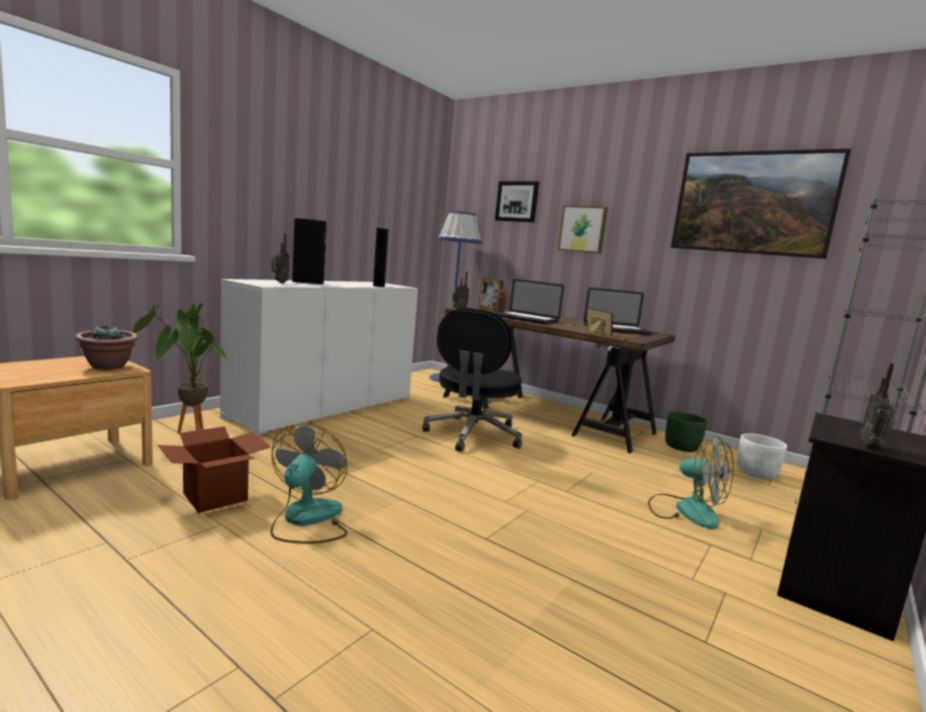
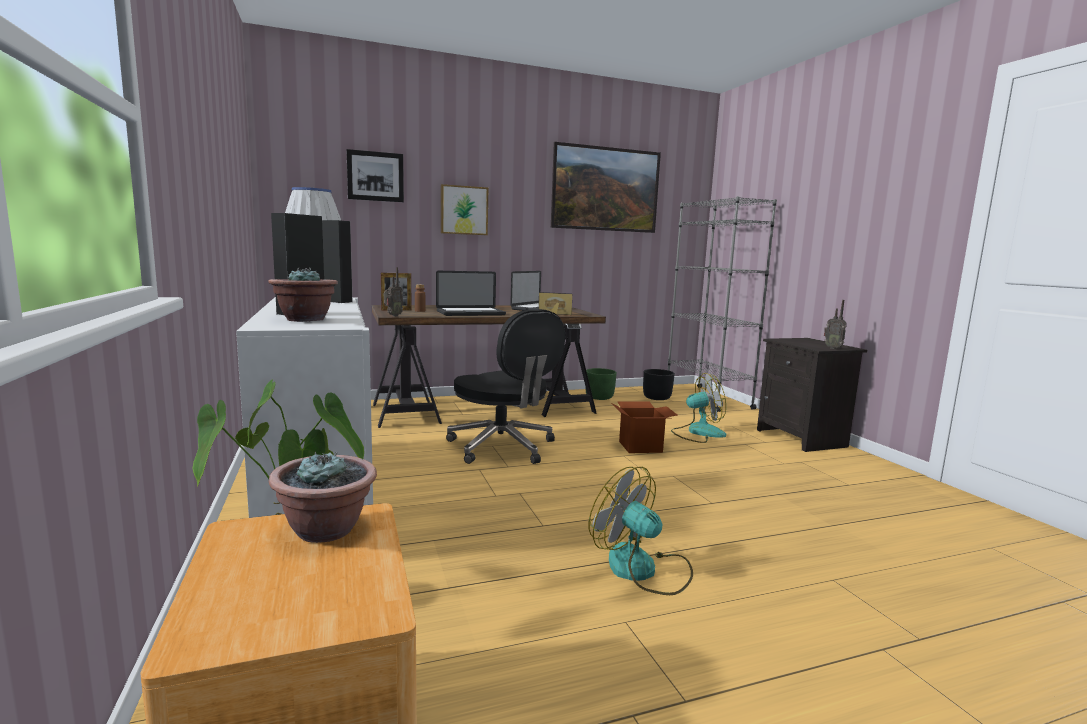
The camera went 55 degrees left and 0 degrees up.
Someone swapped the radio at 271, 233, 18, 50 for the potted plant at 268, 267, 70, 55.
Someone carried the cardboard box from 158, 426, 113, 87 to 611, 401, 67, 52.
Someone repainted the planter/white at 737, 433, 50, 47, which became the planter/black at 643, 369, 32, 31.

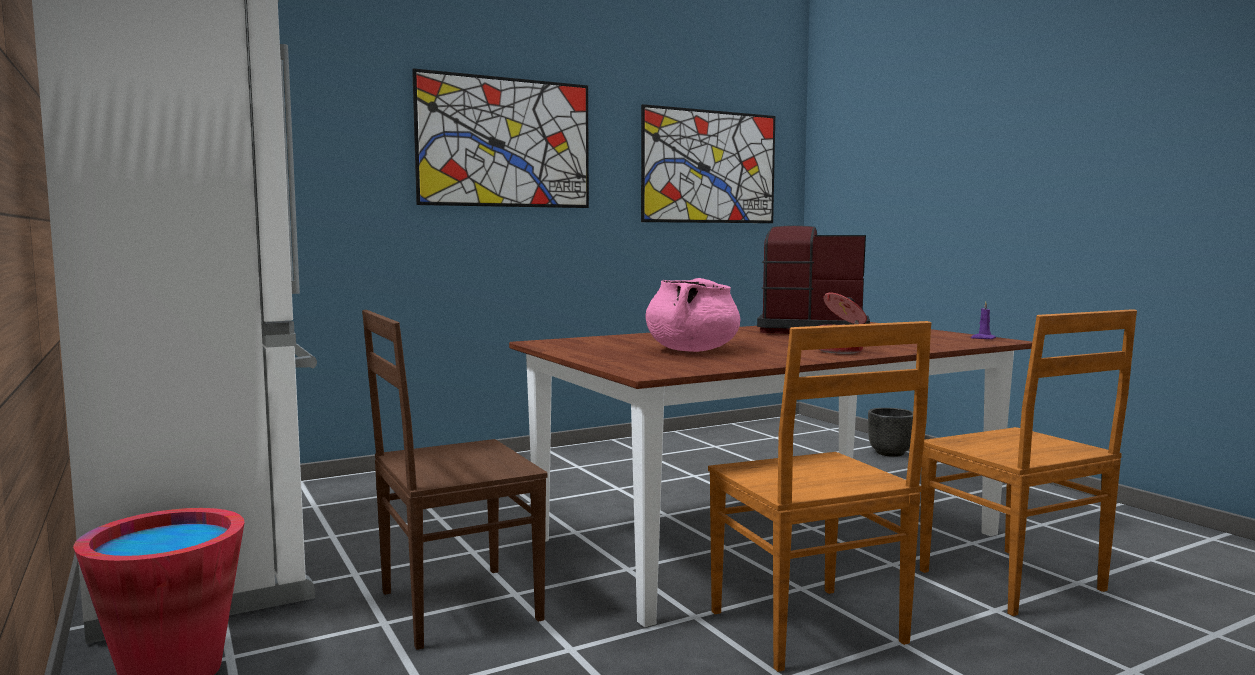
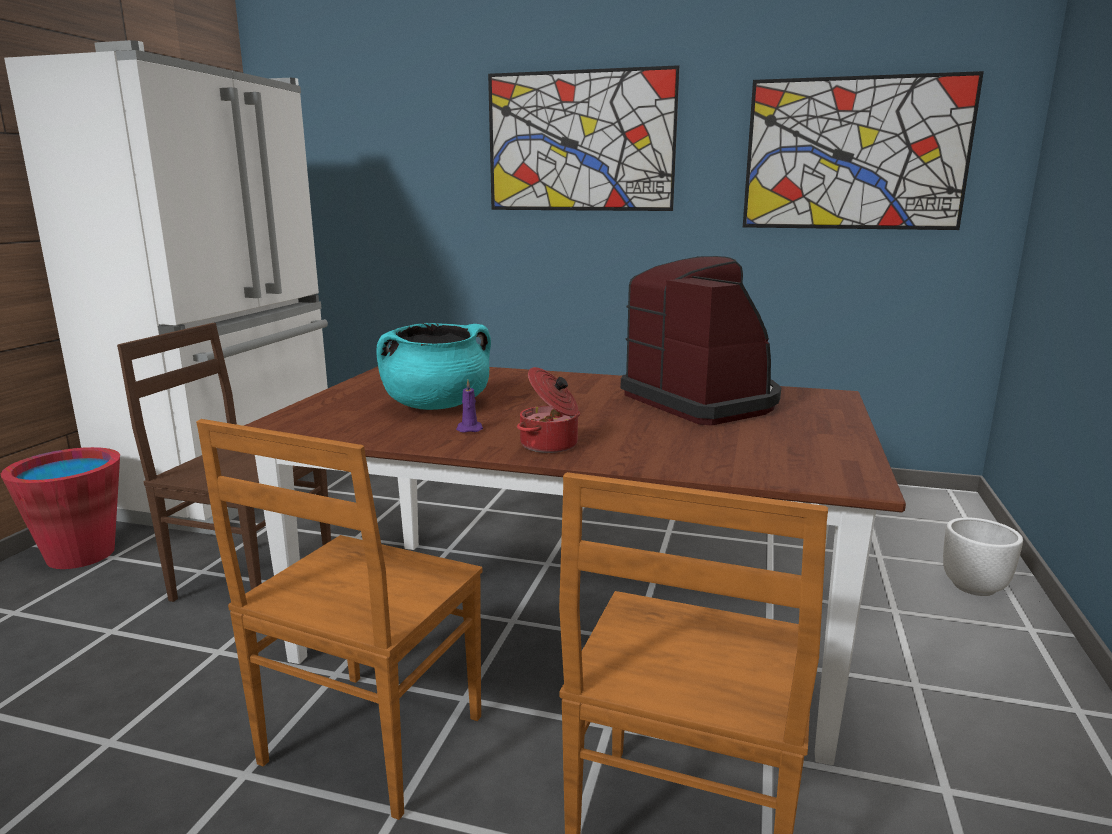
The camera went 45 degrees right and 10 degrees up.
Someone repainted the cooking pot/pink at 646, 278, 94, 74, which became the cooking pot/turquoise at 376, 323, 115, 87.
Someone carried the candle/purple from 971, 302, 25, 37 to 456, 380, 27, 53.
Someone repainted the planter/black at 868, 408, 45, 49, which became the planter/white at 943, 518, 80, 78.

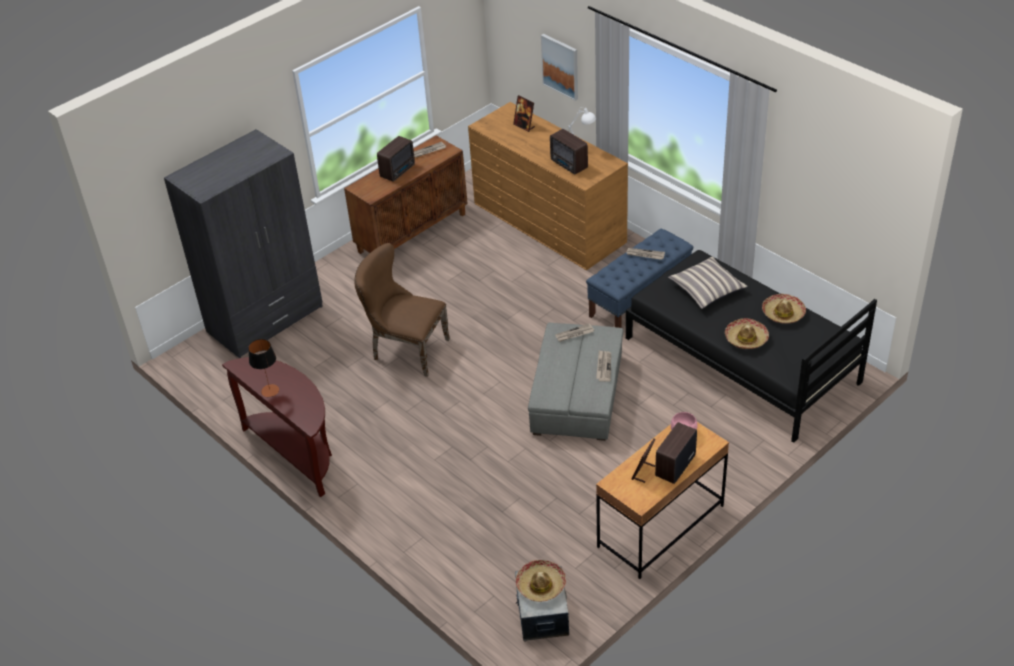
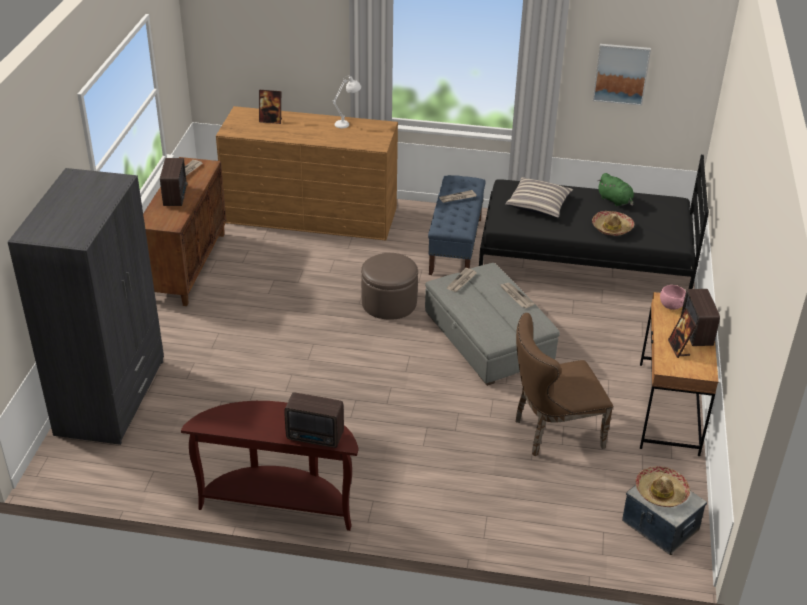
The camera went 40 degrees left and 5 degrees down.
Someone carried the radio from 550, 129, 38, 45 to 284, 393, 60, 55.
Someone put down the ottoman/brown at 361, 253, 57, 67.
Someone carried the chair/brown from 354, 243, 96, 134 to 516, 313, 97, 144.
Someone carried the picture from 541, 34, 37, 67 to 593, 44, 58, 62.
Someone swapped the hat at 762, 294, 44, 30 for the plush toy/green at 597, 173, 37, 33.
Someone took away the table lamp at 248, 339, 31, 58.

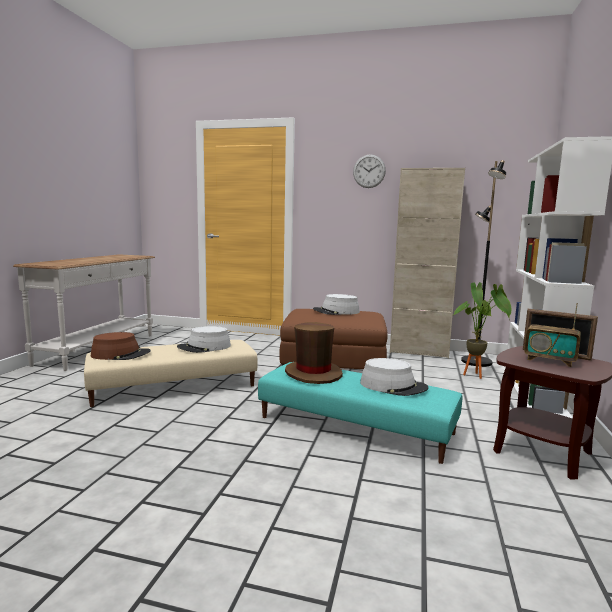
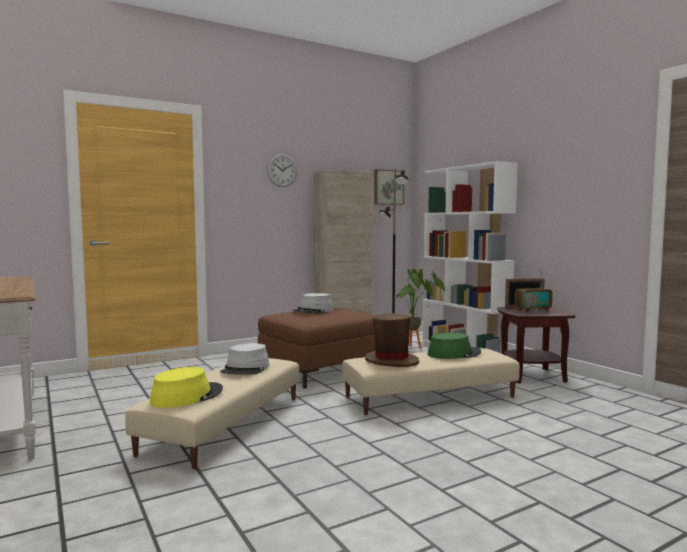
The camera went 45 degrees left and 5 degrees down.
Someone repainted the hat/brown at 91, 332, 60, 28, which became the hat/yellow at 150, 367, 73, 41.
Someone repainted the ottoman/turquoise at 258, 362, 204, 102, which became the ottoman/beige at 342, 348, 178, 67.
Someone put up the picture at 374, 169, 30, 36.
Someone repainted the hat/grey at 360, 358, 69, 38, which became the hat/green at 427, 332, 54, 27.

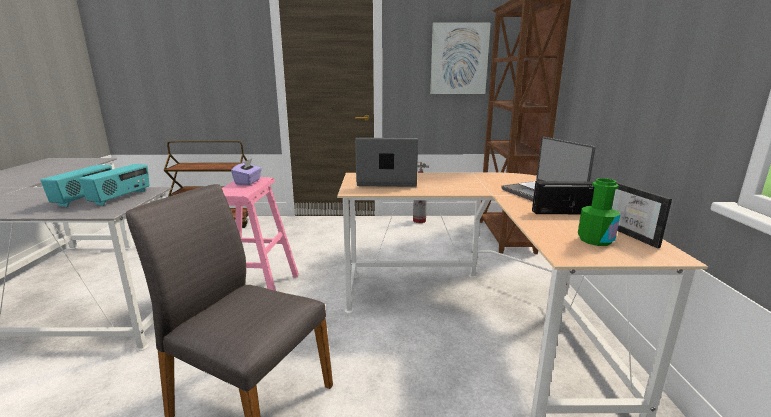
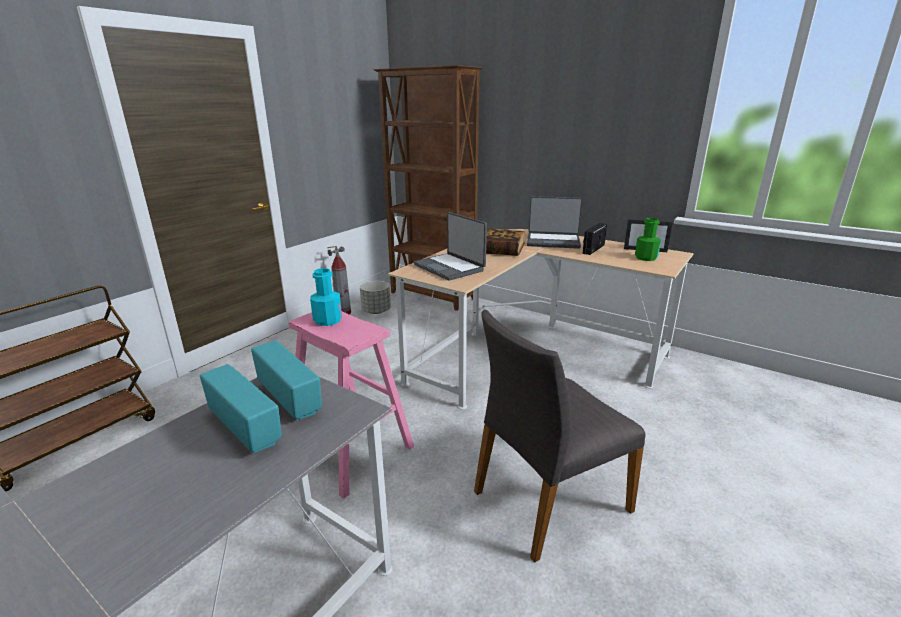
The camera went 55 degrees left and 5 degrees up.
Someone swapped the tissue box/purple at 231, 159, 31, 26 for the bottle/turquoise at 310, 268, 32, 58.
Someone put down the planter/grey at 360, 281, 31, 33.
Someone rotated the laptop at 355, 138, 63, 49 by 75 degrees counterclockwise.
Someone put down the book at 486, 229, 39, 27.
Someone took away the picture at 430, 23, 61, 71.

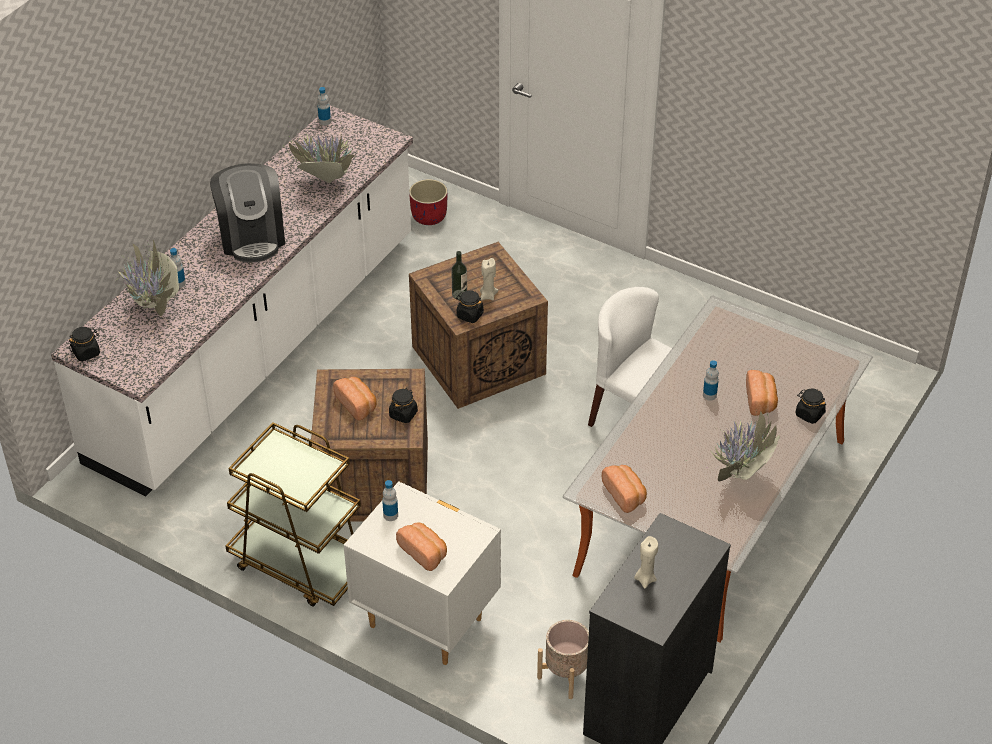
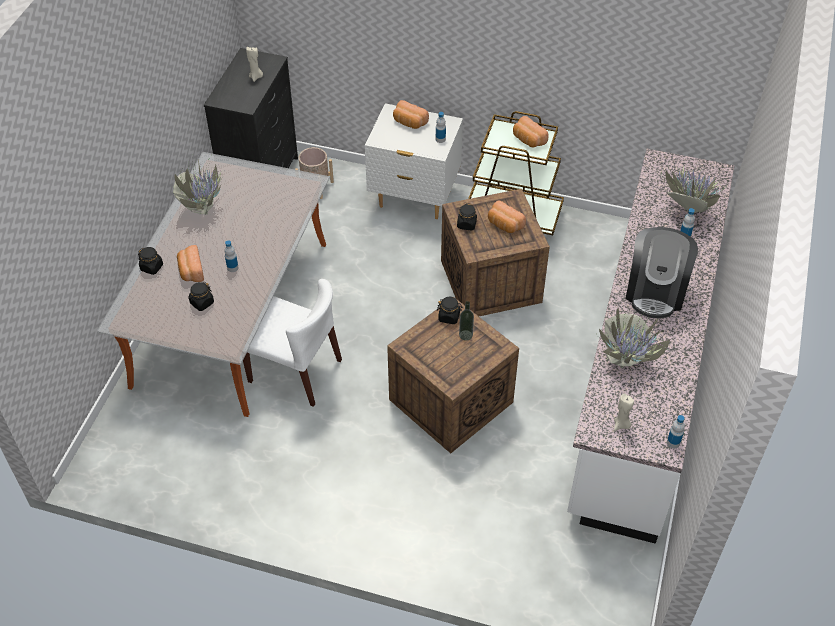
The camera went 165 degrees right and 5 degrees up.
Someone carried the jar/black from 69, 327, 31, 35 to 188, 282, 26, 29.
Someone carried the bread from 602, 465, 45, 48 to 513, 116, 36, 31.
Someone carried the candle/beige from 480, 258, 19, 42 to 614, 393, 20, 38.
Someone rotated the coffee machine at 210, 163, 75, 99 by 135 degrees counterclockwise.
Someone took away the planter/red at 409, 179, 39, 46.

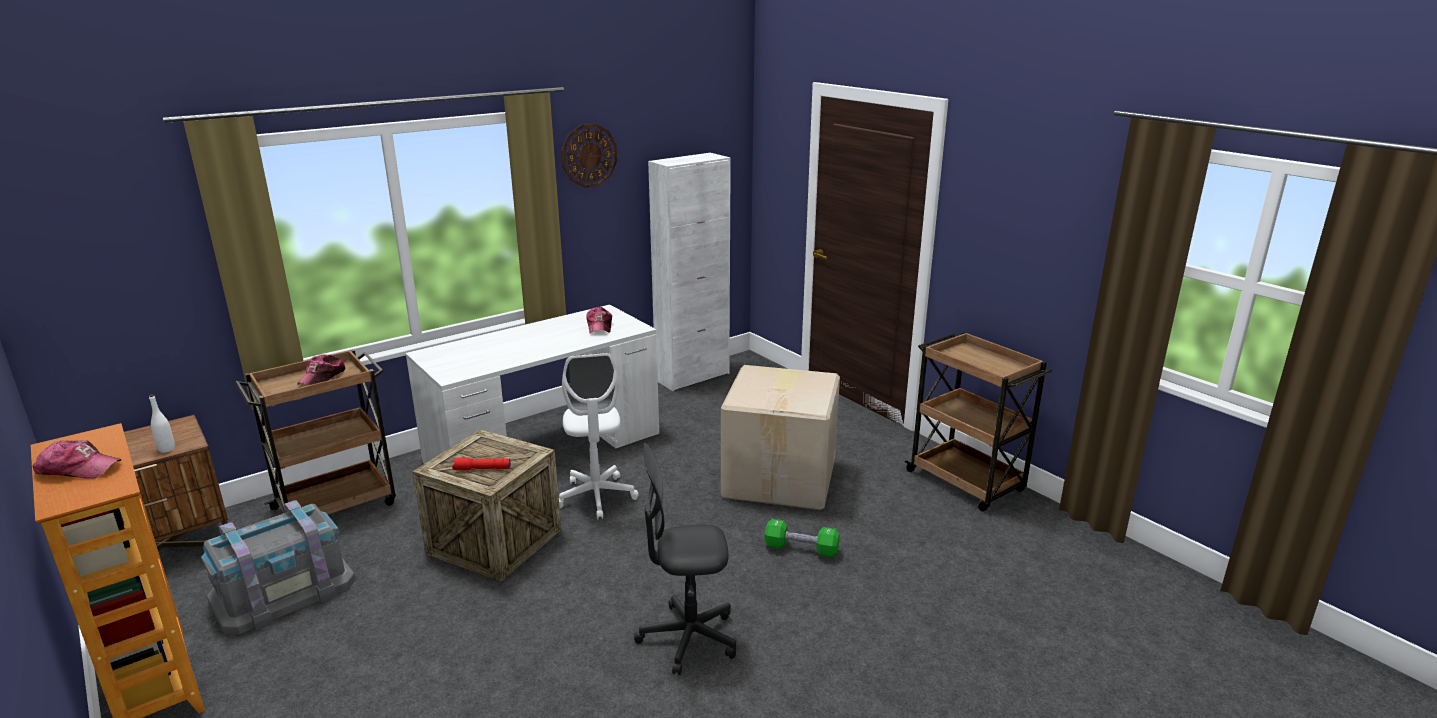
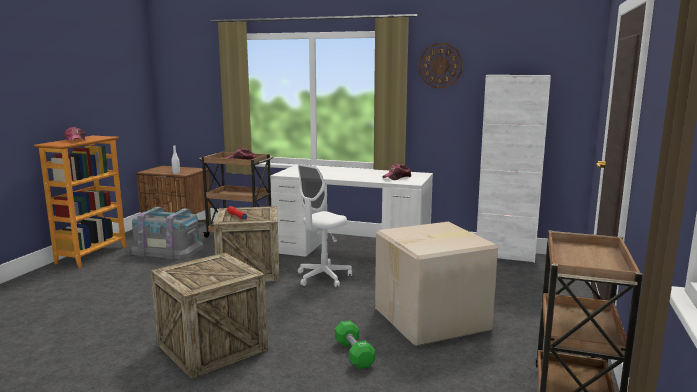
The camera went 55 degrees right and 10 degrees down.
Someone swapped the office chair/grey at 634, 443, 102, 232 for the crate at 151, 253, 117, 126.

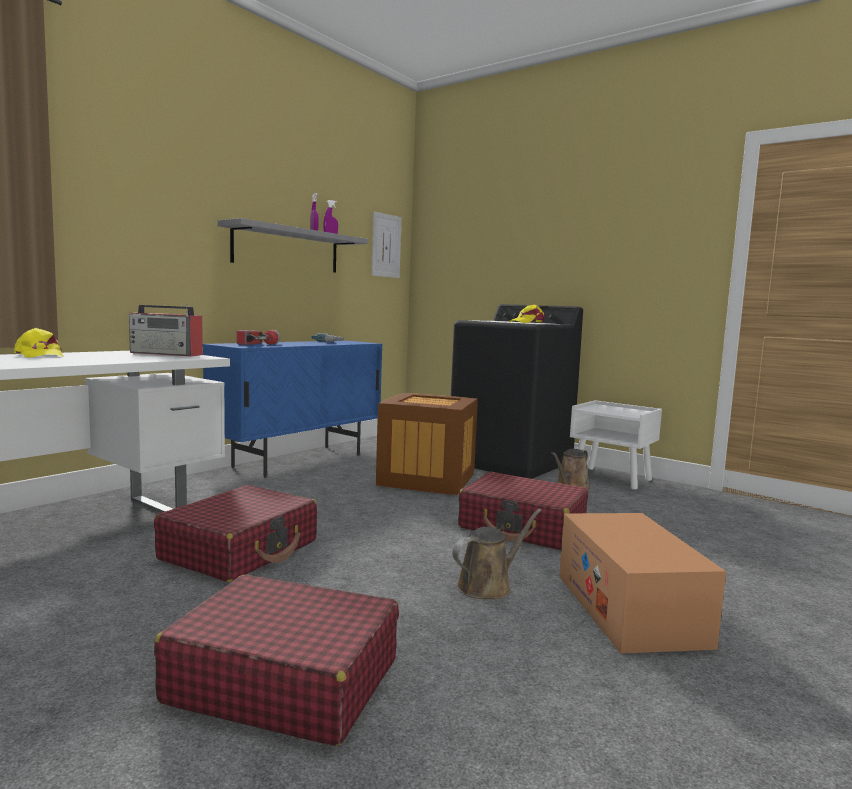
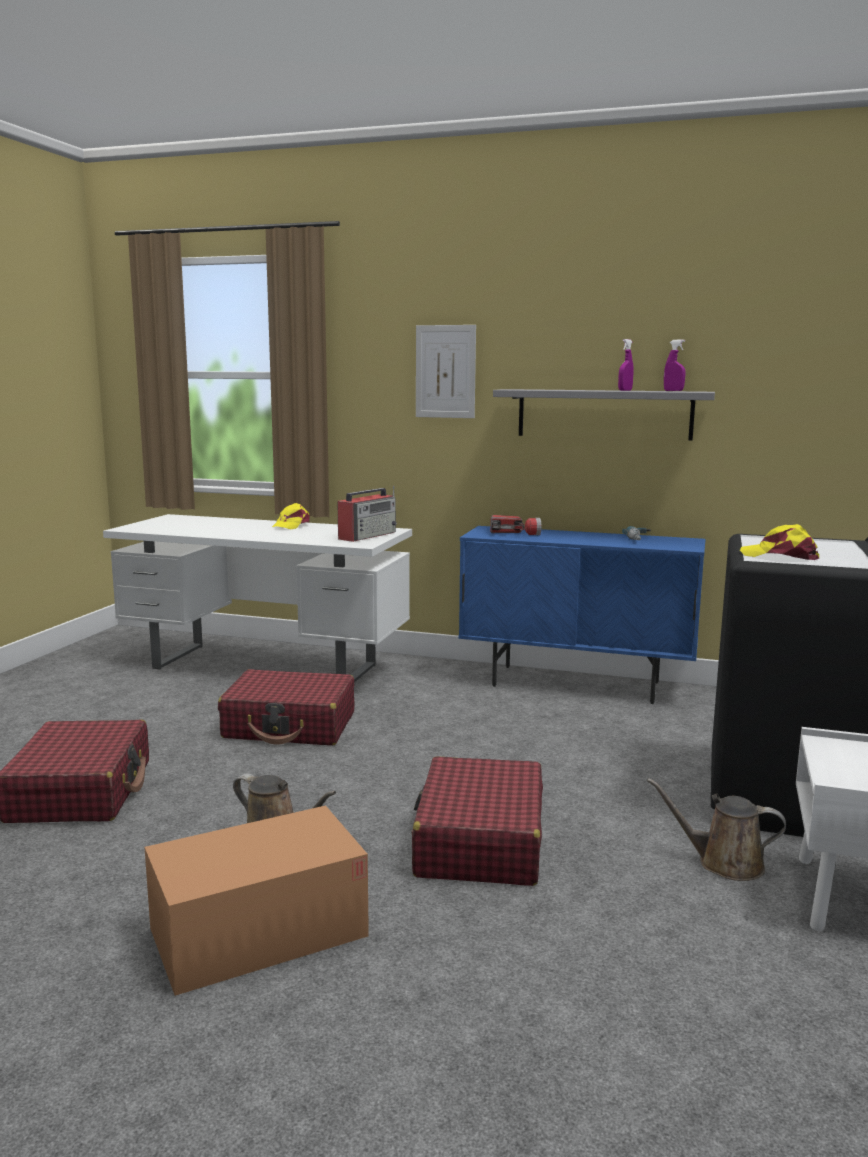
The camera went 70 degrees right and 5 degrees up.
Someone rotated the radio at 129, 304, 74, 53 by 135 degrees counterclockwise.
Someone carried the picture from 371, 211, 31, 67 to 416, 325, 60, 93.
Someone took away the crate at 376, 393, 102, 102.

